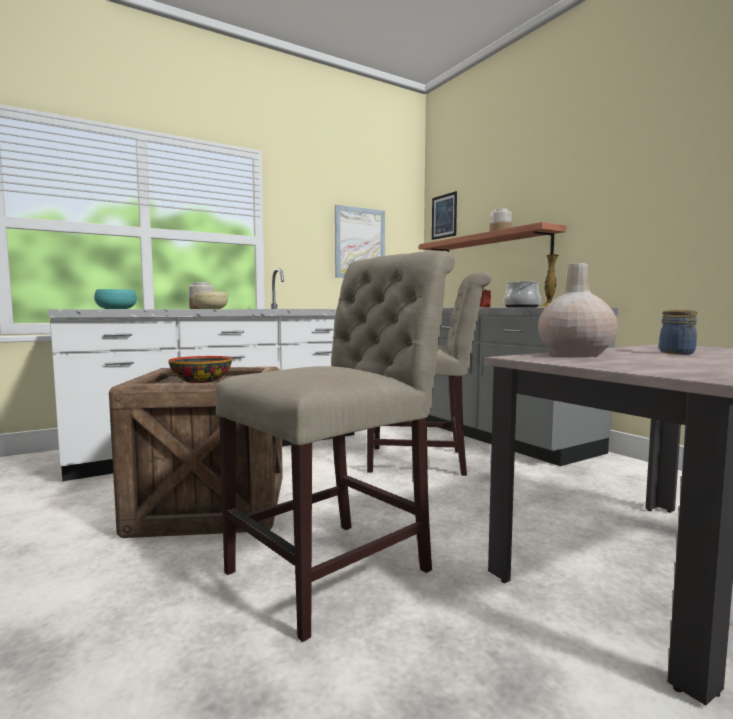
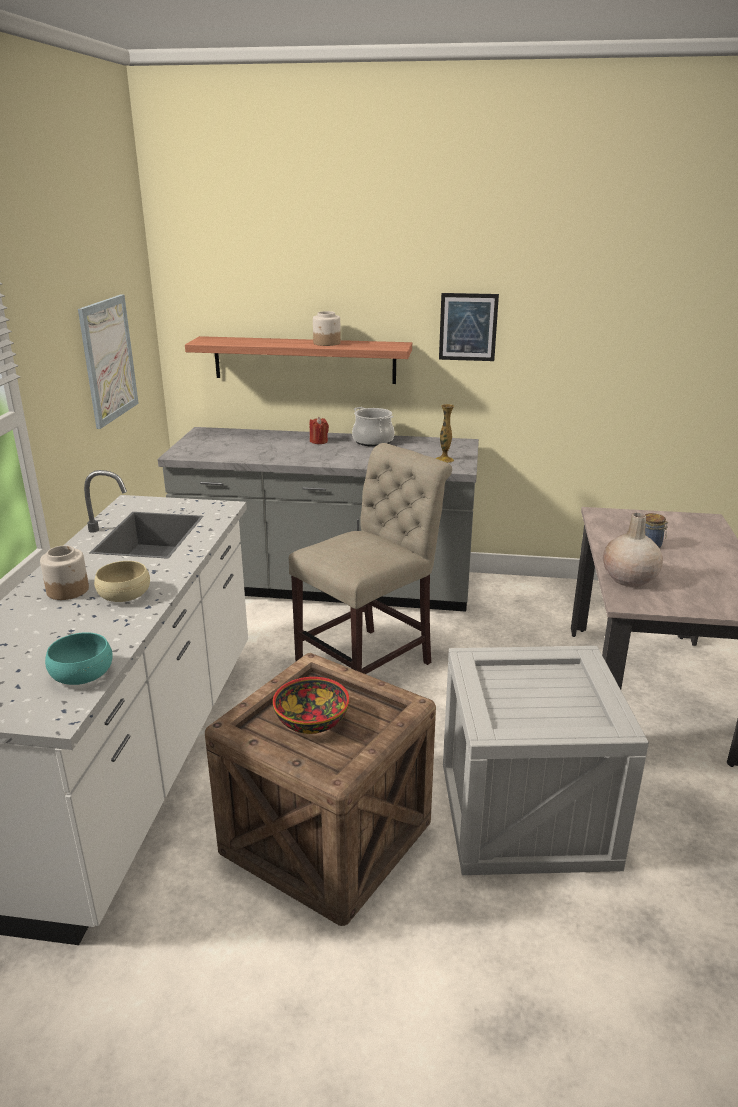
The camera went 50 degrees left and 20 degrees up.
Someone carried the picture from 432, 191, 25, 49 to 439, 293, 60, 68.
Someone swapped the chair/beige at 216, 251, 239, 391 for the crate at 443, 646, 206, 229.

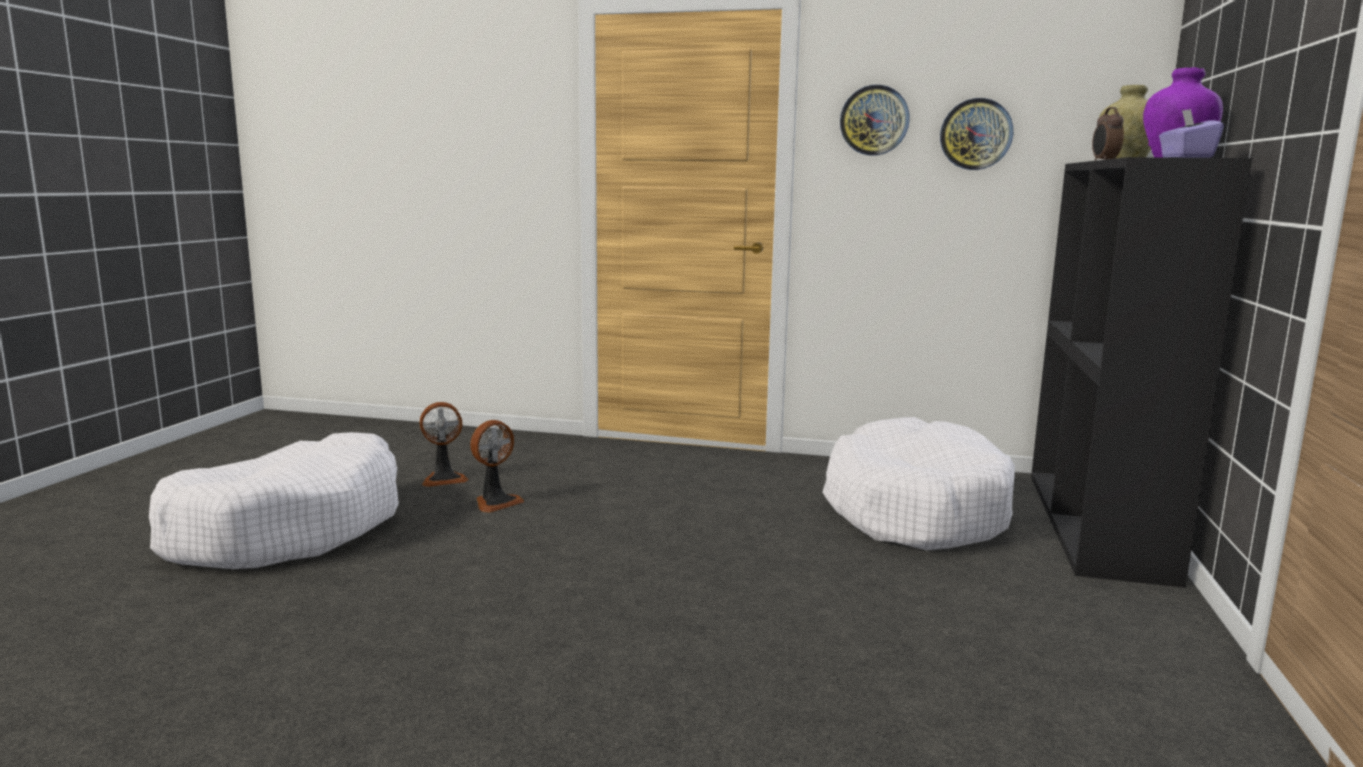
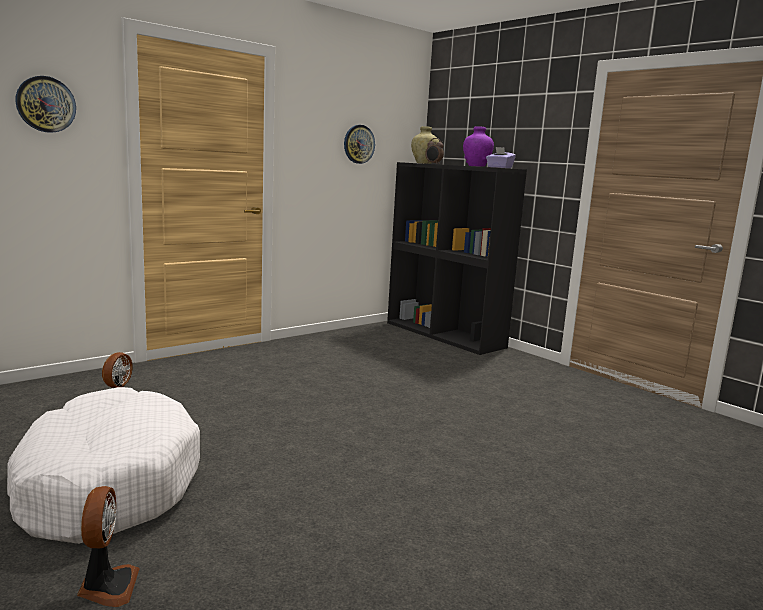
The camera went 55 degrees left and 0 degrees up.
Someone carried the wall clock from 840, 85, 70, 71 to 15, 76, 61, 57.
Someone carried the fan from 470, 420, 54, 93 to 77, 486, 63, 121.
Someone took away the dog bed/white at 822, 417, 193, 133.

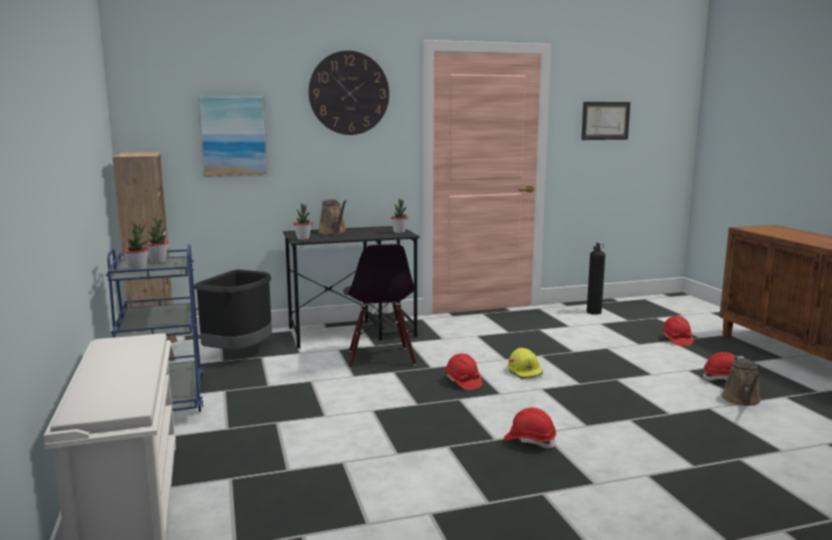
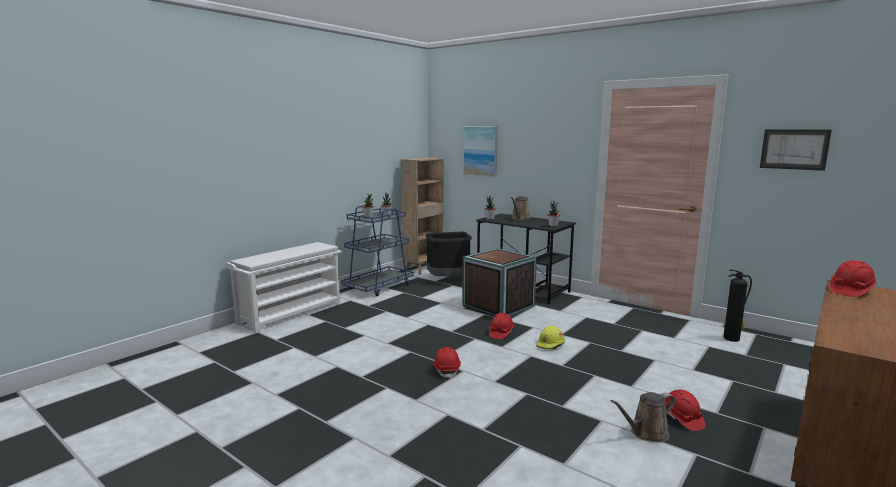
The camera went 55 degrees right and 0 degrees up.
Someone swapped the chair/black at 343, 244, 74, 125 for the crate at 462, 248, 75, 69.
Someone carried the hard hat/red from 662, 316, 31, 30 to 830, 260, 47, 37.
Someone took away the wall clock at 308, 51, 81, 84.

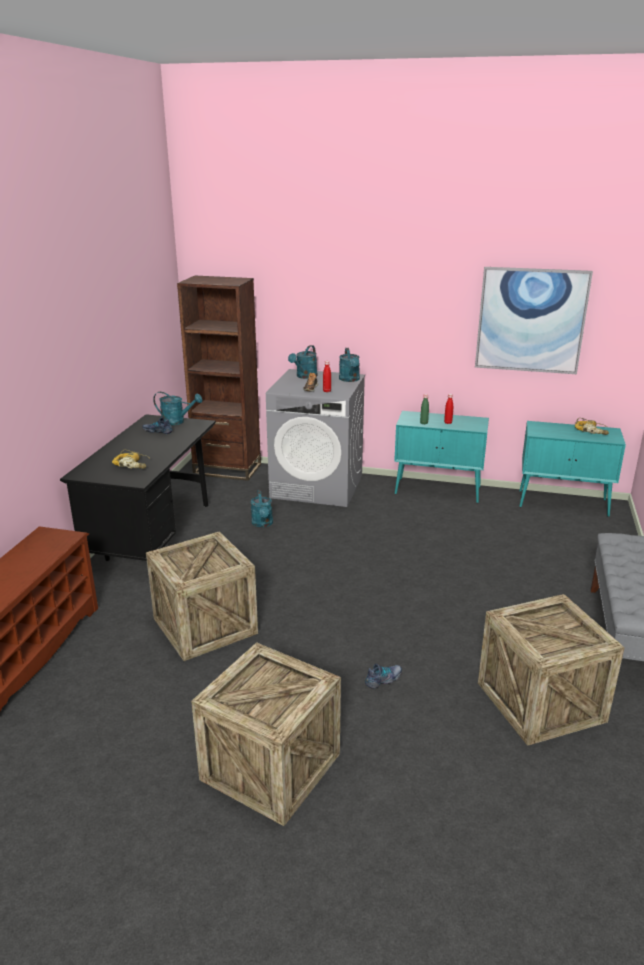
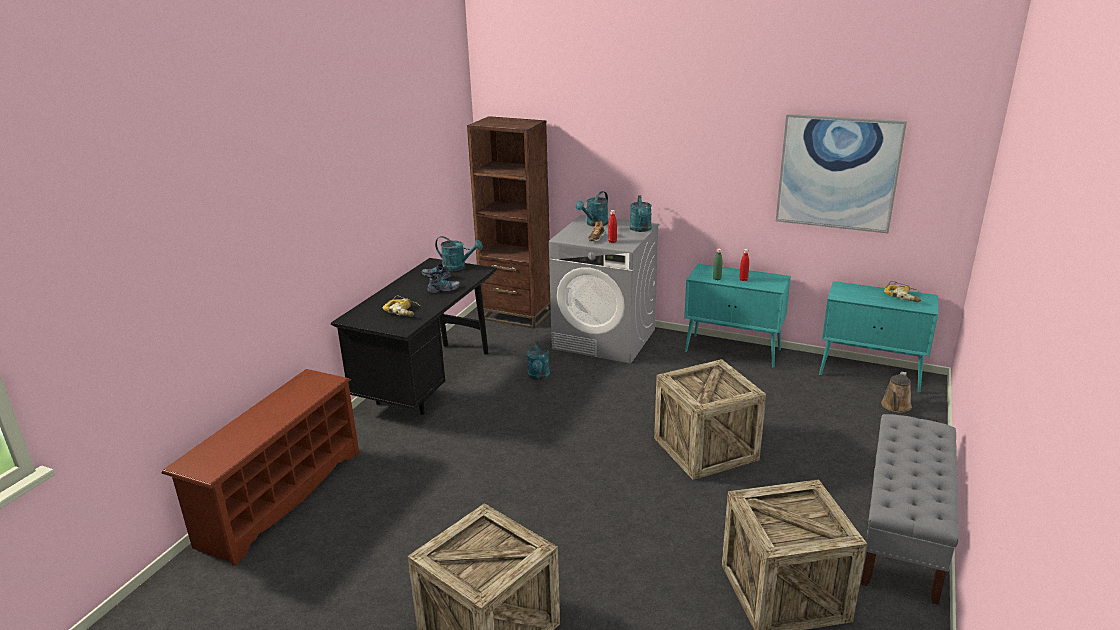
The camera went 10 degrees right and 0 degrees up.
Someone carried the shoe from 365, 664, 37, 25 to 427, 275, 34, 19.
Someone carried the crate from 146, 531, 112, 130 to 654, 359, 112, 121.
Someone put down the watering can/brown at 881, 371, 31, 42.

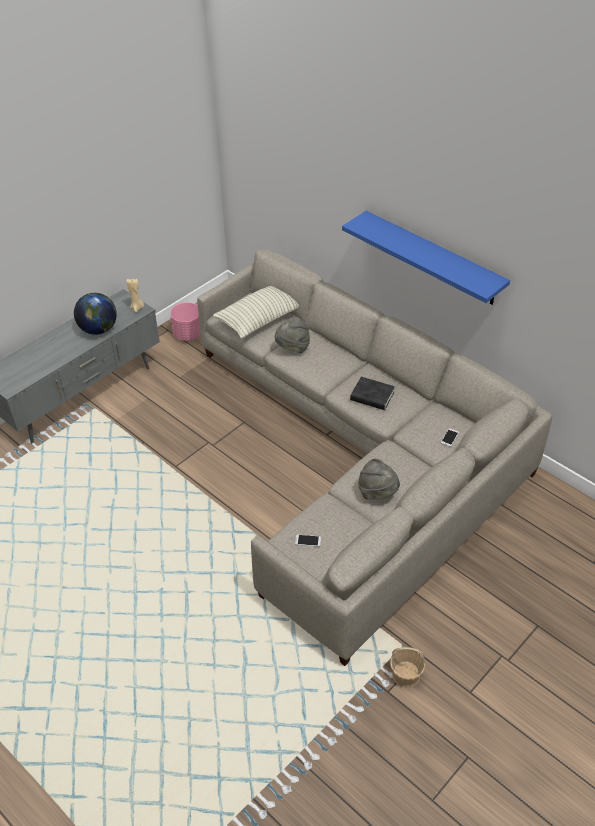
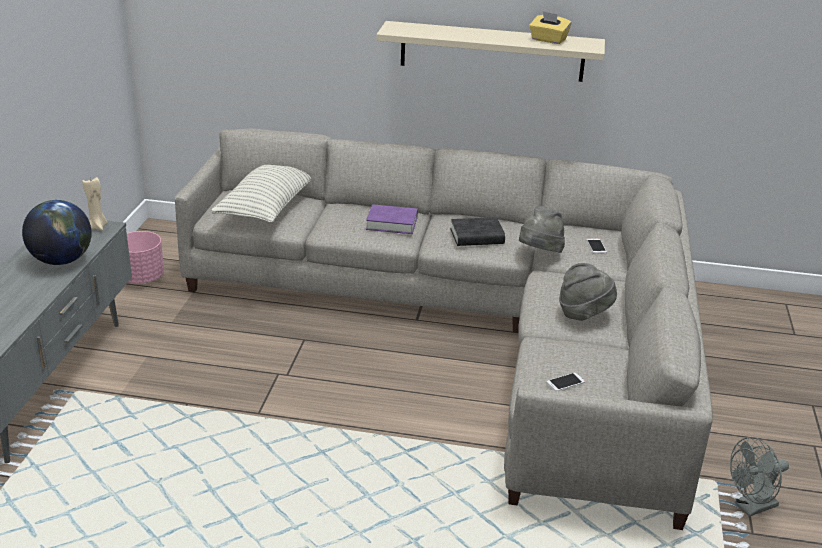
The camera went 35 degrees left and 15 degrees down.
Someone put down the book/purple at 366, 204, 52, 30.
Someone repainted the shelf/blue at 342, 211, 168, 94, which became the shelf/beige at 376, 21, 229, 61.
Someone carried the hat/grey from 275, 316, 35, 37 to 519, 206, 46, 47.
Someone put down the tissue box/yellow at 529, 11, 43, 33.
Someone swapped the basket at 390, 647, 36, 41 for the fan/grey at 730, 437, 59, 80.

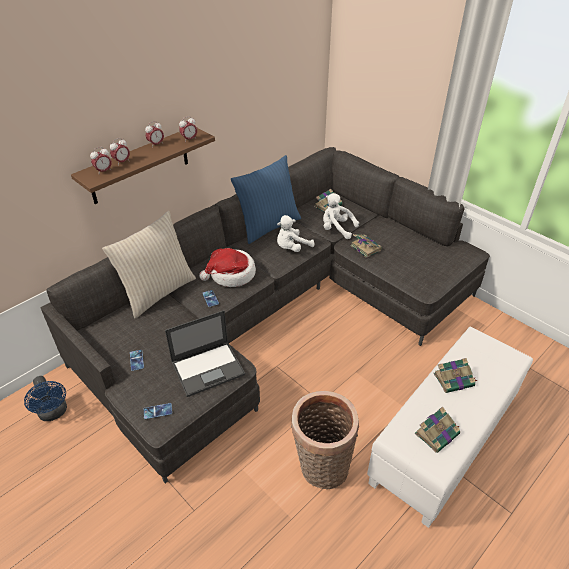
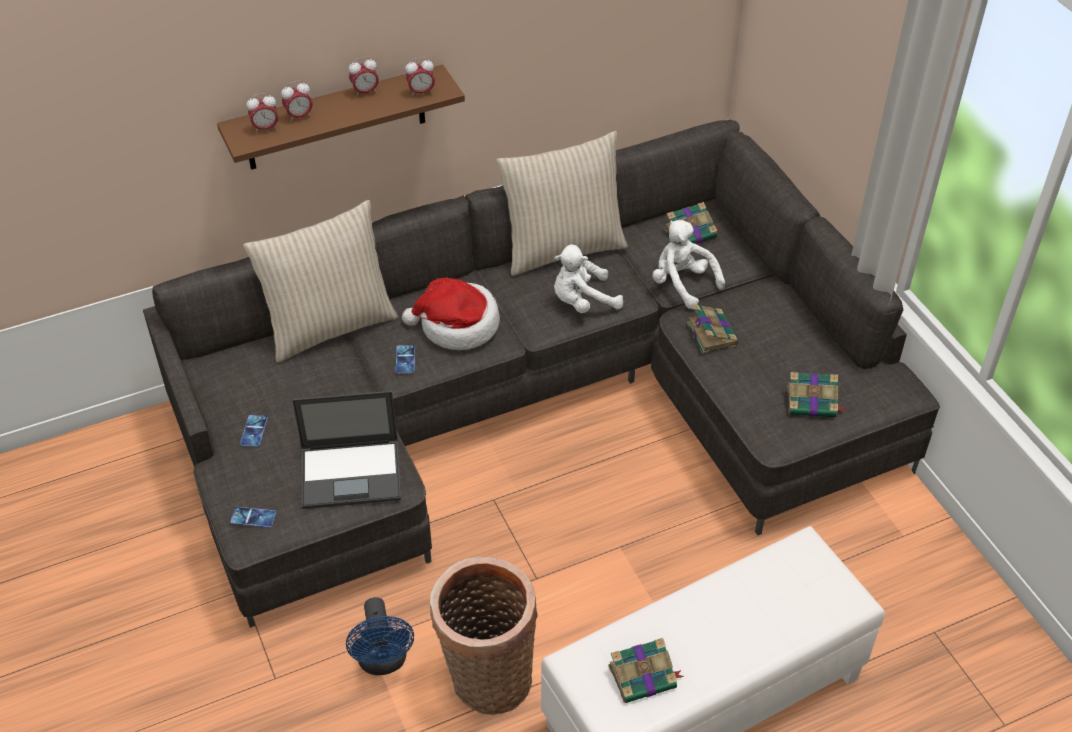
The camera went 20 degrees right and 5 degrees up.
Someone carried the fan/blue from 24, 376, 43, 45 to 346, 597, 68, 78.
Someone repainted the pillow/blue at 231, 155, 70, 89, which became the pillow/beige at 496, 131, 132, 145.
Someone carried the book from 433, 358, 45, 35 to 787, 372, 59, 45.

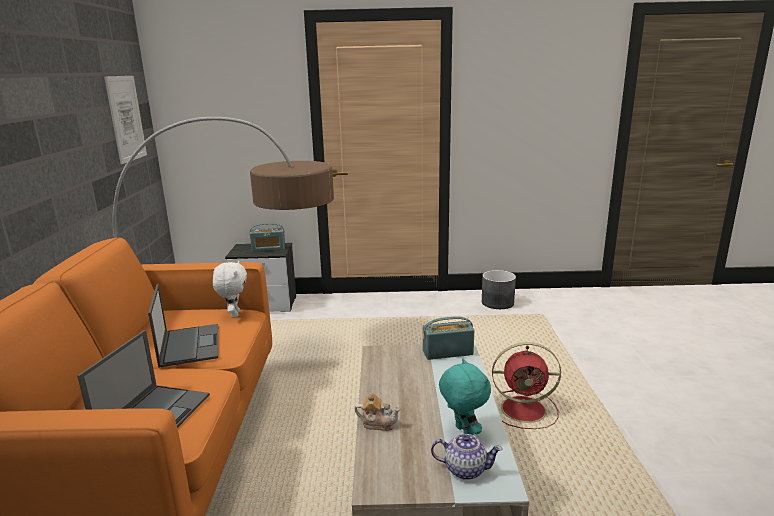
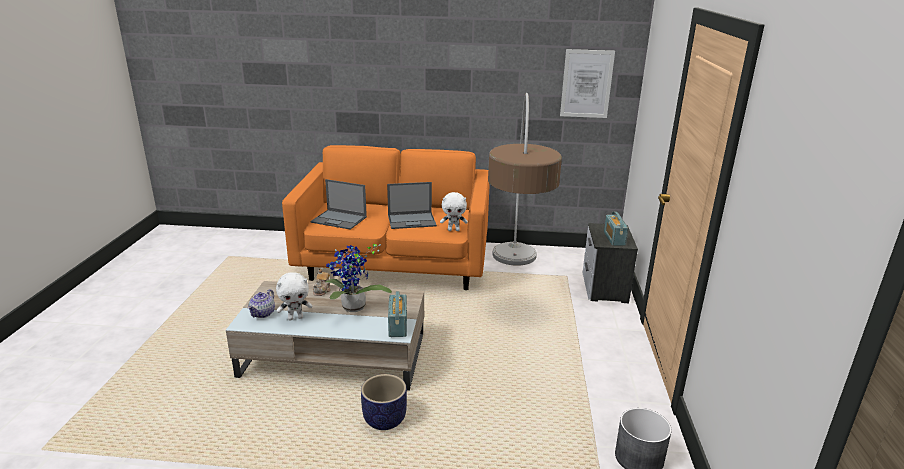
The camera went 95 degrees right and 5 degrees up.
Someone repainted the plush toy/turquoise at 439, 359, 52, 76, which became the plush toy/white at 276, 272, 36, 48.
Someone put down the potted plant at 325, 243, 67, 69.
Someone swapped the fan/red at 492, 342, 69, 87 for the planter at 361, 374, 46, 56.

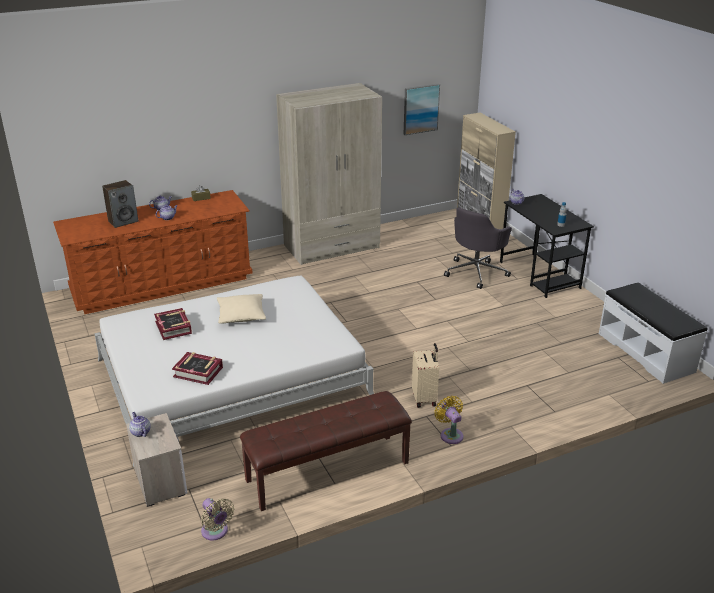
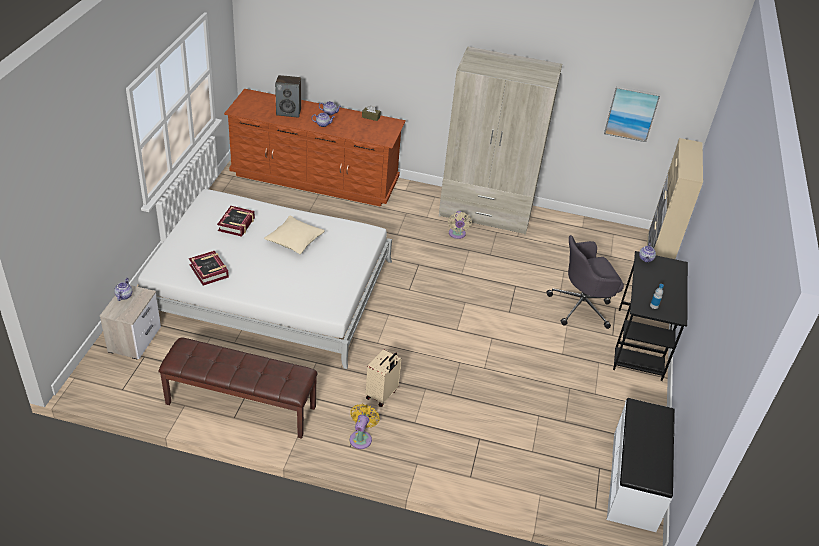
The camera went 35 degrees right and 10 degrees up.
Someone carried the fan/beige from 201, 498, 33, 42 to 448, 211, 24, 28.

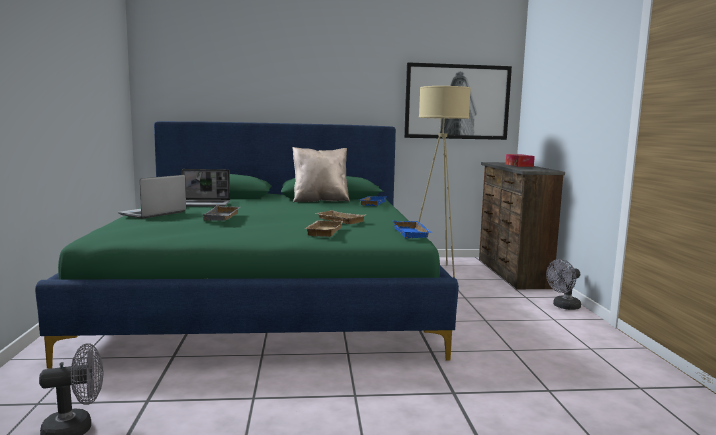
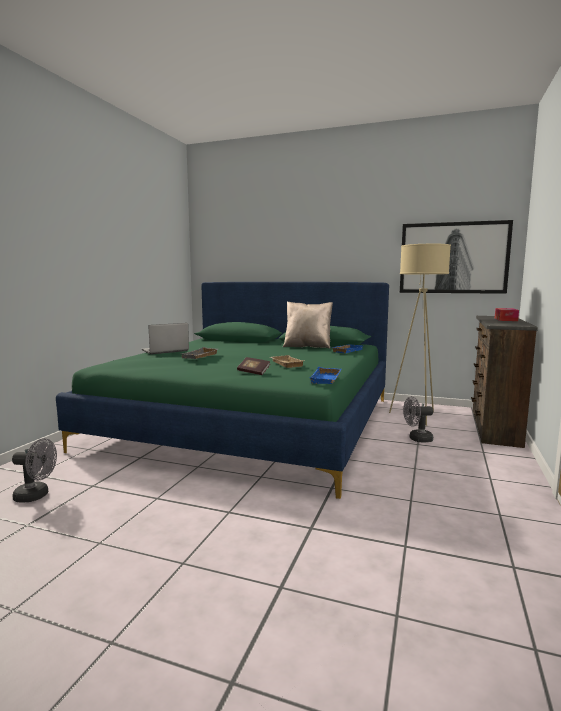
The camera went 25 degrees right and 0 degrees up.
Someone swapped the tray/beige at 305, 220, 38, 17 for the book at 237, 357, 33, 18.
Someone carried the fan/grey from 546, 259, 35, 51 to 403, 396, 30, 46.
Someone took away the laptop at 182, 169, 48, 37.

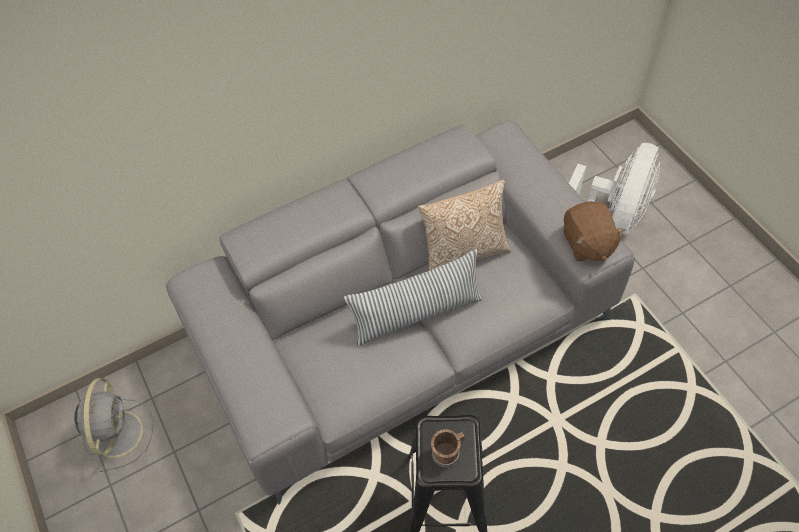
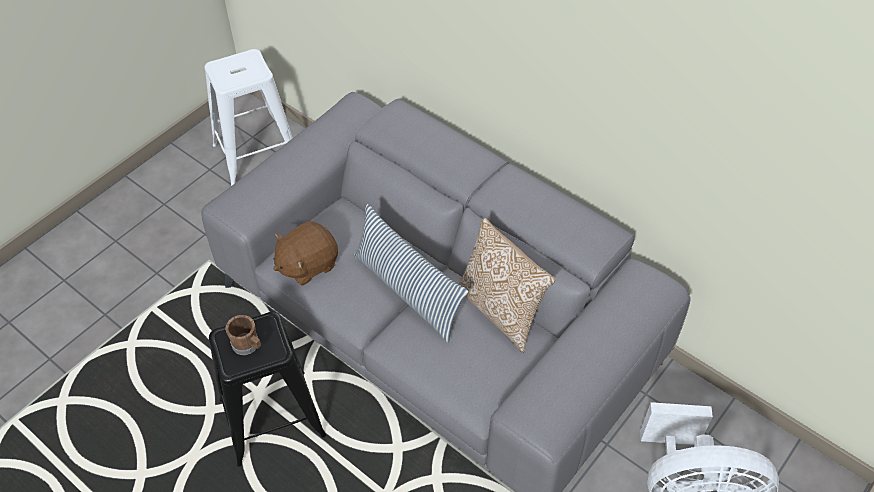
The camera went 65 degrees right and 5 degrees down.
Someone swapped the fan/grey at 74, 378, 79, 94 for the stool/white at 205, 49, 88, 137.
Someone carried the plush toy/brown from 564, 201, 62, 60 to 274, 221, 64, 65.

